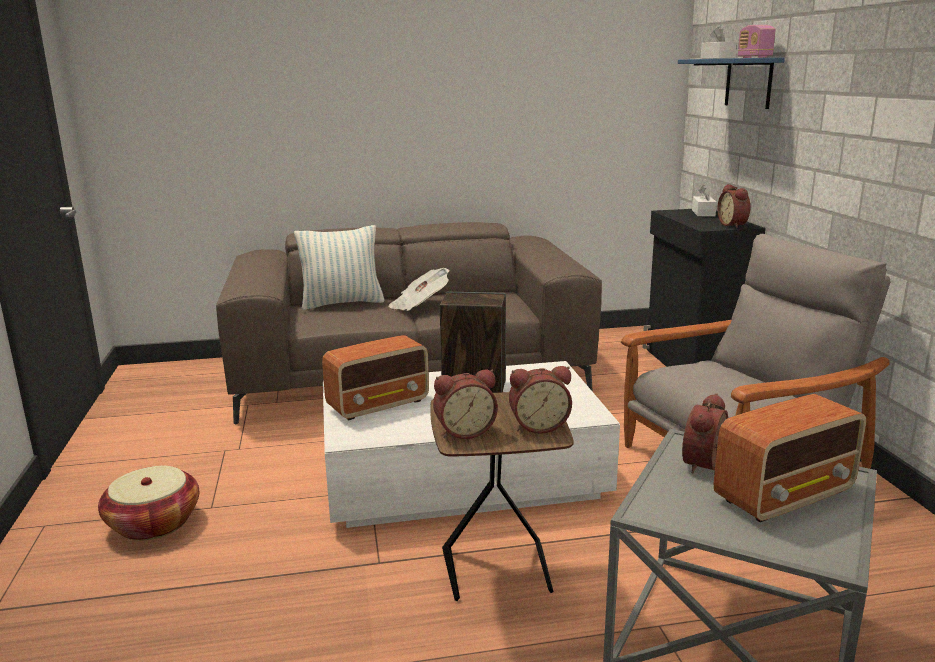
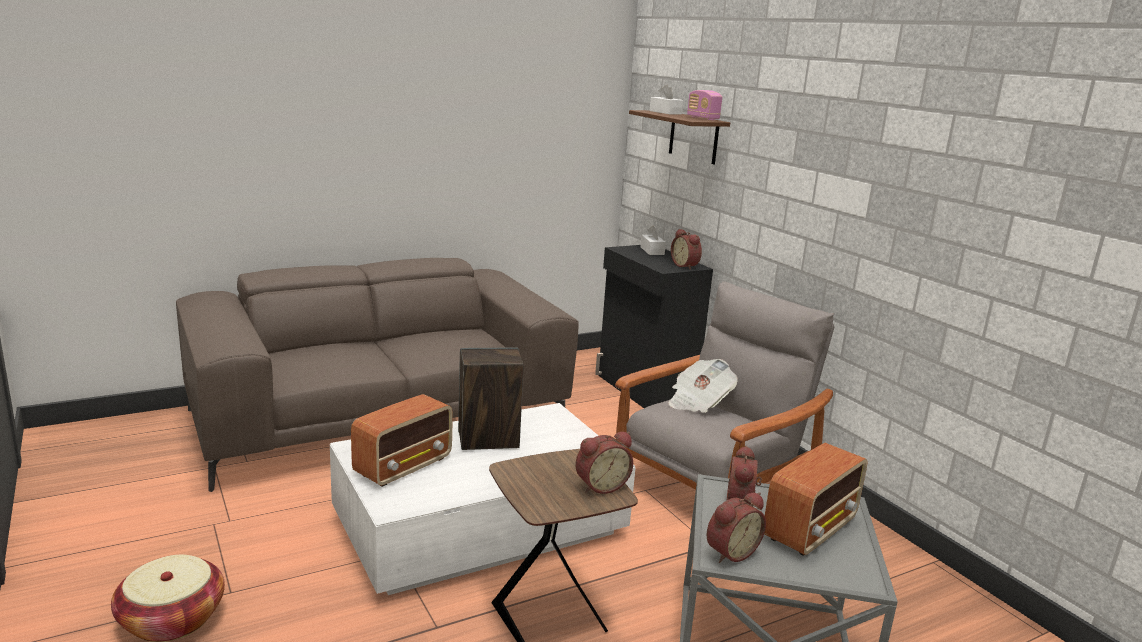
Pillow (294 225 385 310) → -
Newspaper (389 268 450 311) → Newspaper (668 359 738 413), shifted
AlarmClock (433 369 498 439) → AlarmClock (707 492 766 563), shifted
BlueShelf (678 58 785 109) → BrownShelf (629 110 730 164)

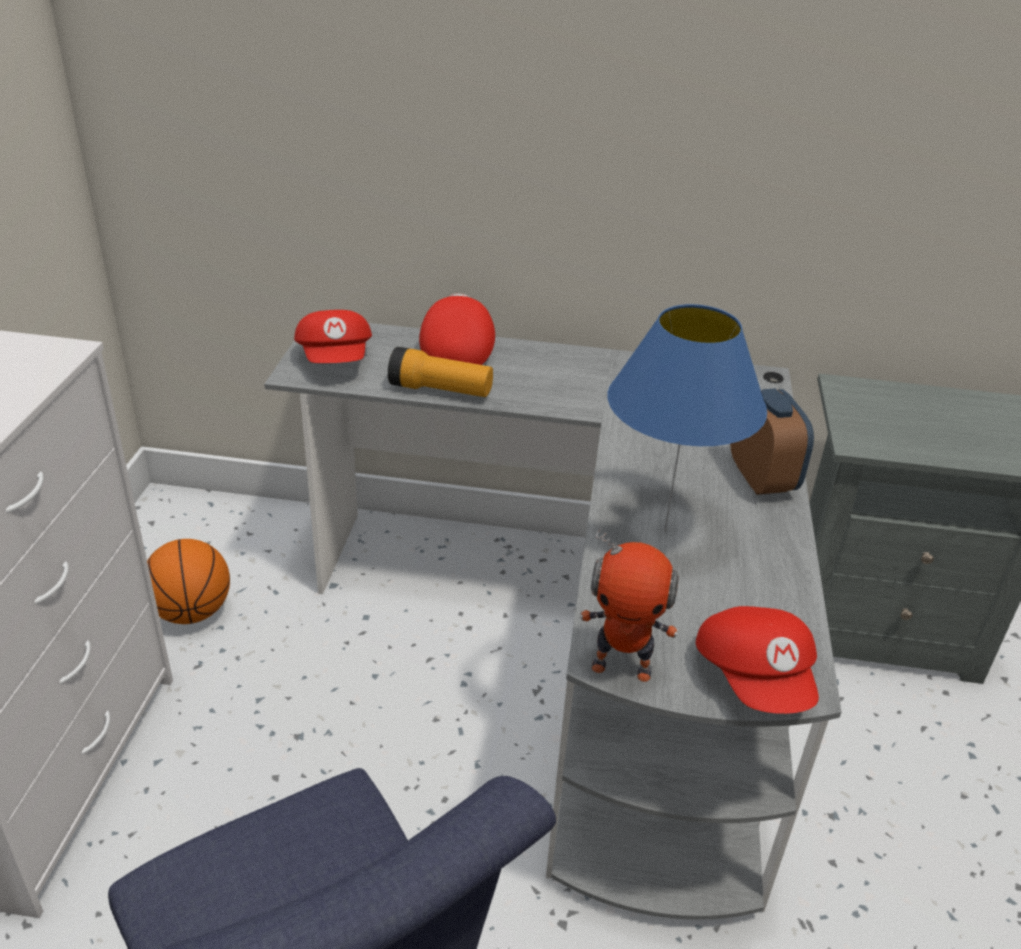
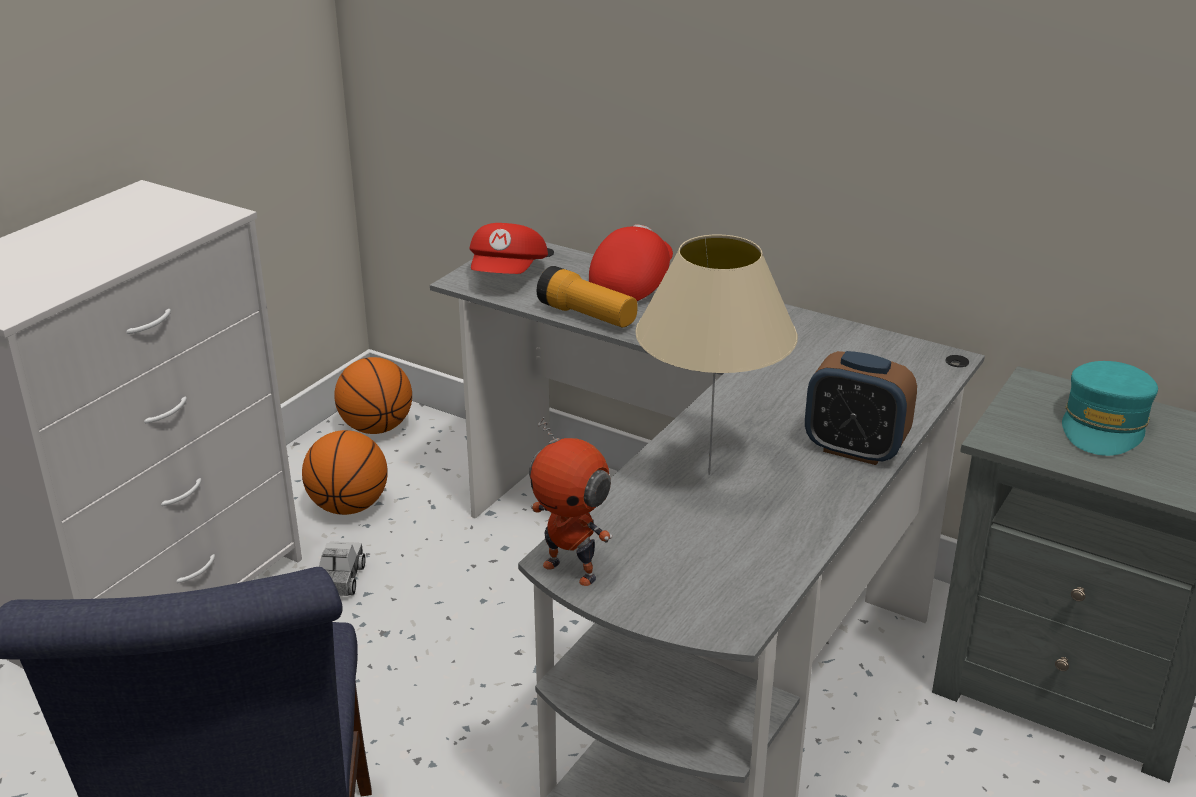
RedBaseballCap (696 606 819 714) → -
- → ToyLorry (319 541 366 596)
- → BasketballBall (334 357 412 434)
- → TurquoiseBaseballCap (1062 361 1158 456)
BlueLampForATable (608 304 767 532) → SandColouredLampForATable (635 234 798 475)
AlarmClock (730 389 814 495) → AlarmClock (805 351 917 465), 105 degrees clockwise

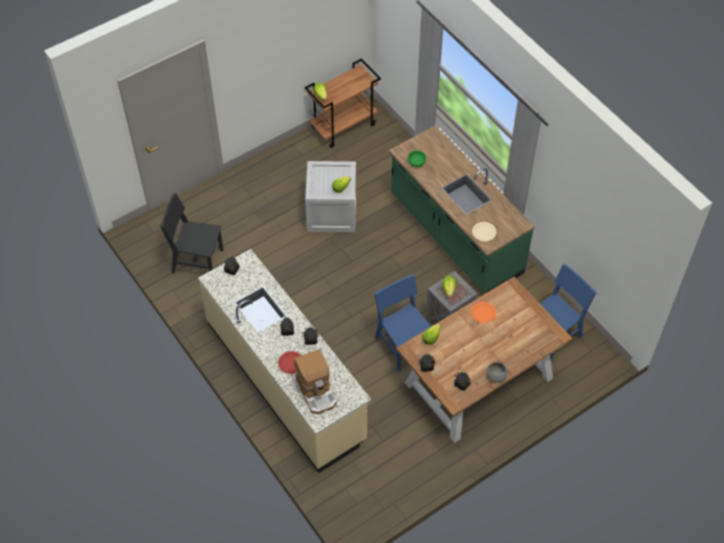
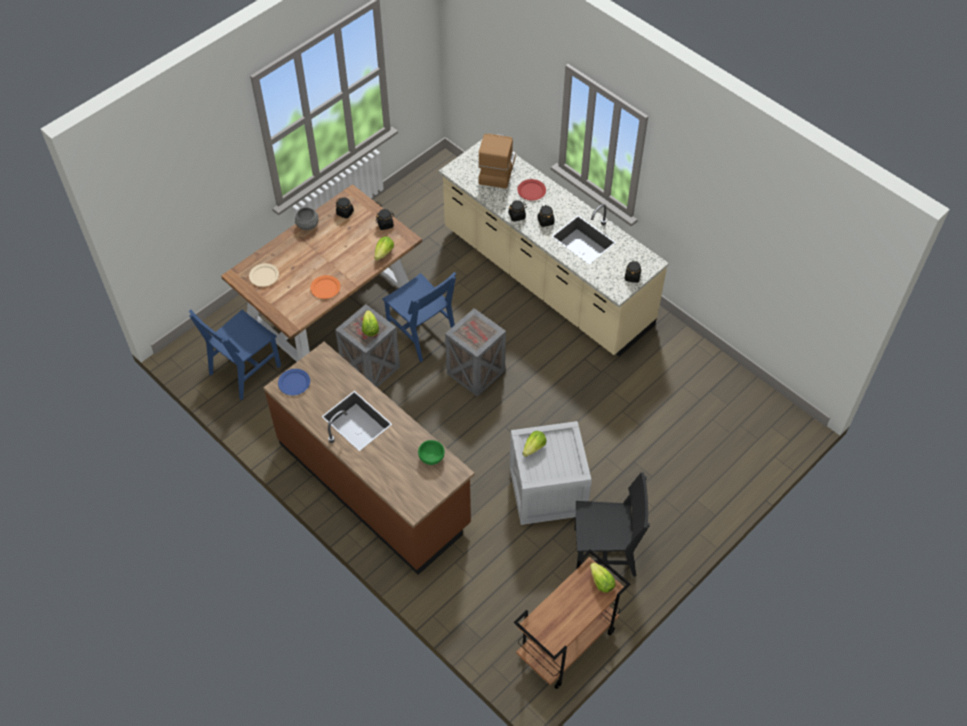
- → BlueDinnerPlate (278 369 310 395)
- → Crate (445 308 506 397)
BlackishUprightChair (160 193 223 273) → BlackishUprightChair (574 472 650 576), shifted
SandColouredDinnerPlate (472 222 496 241) → SandColouredDinnerPlate (249 263 279 287), shifted
GreenKitchenCounter (389 125 535 293) → BrownKitchenCounter (263 342 475 575)
CoffeeMachine (294 349 337 414) → CoffeeMachine (478 134 516 189), 45 degrees clockwise

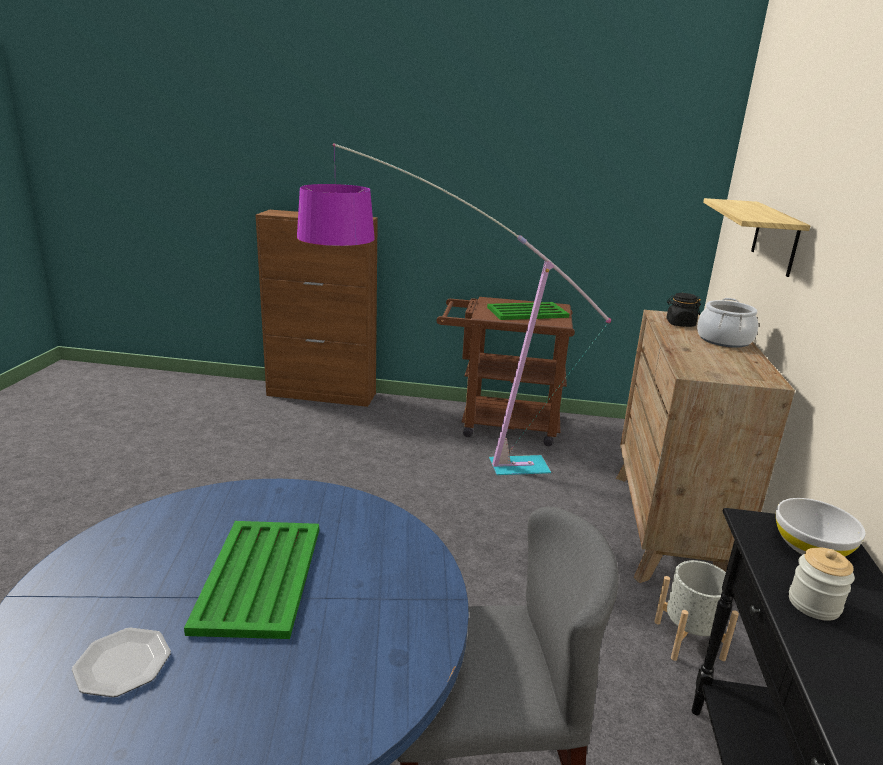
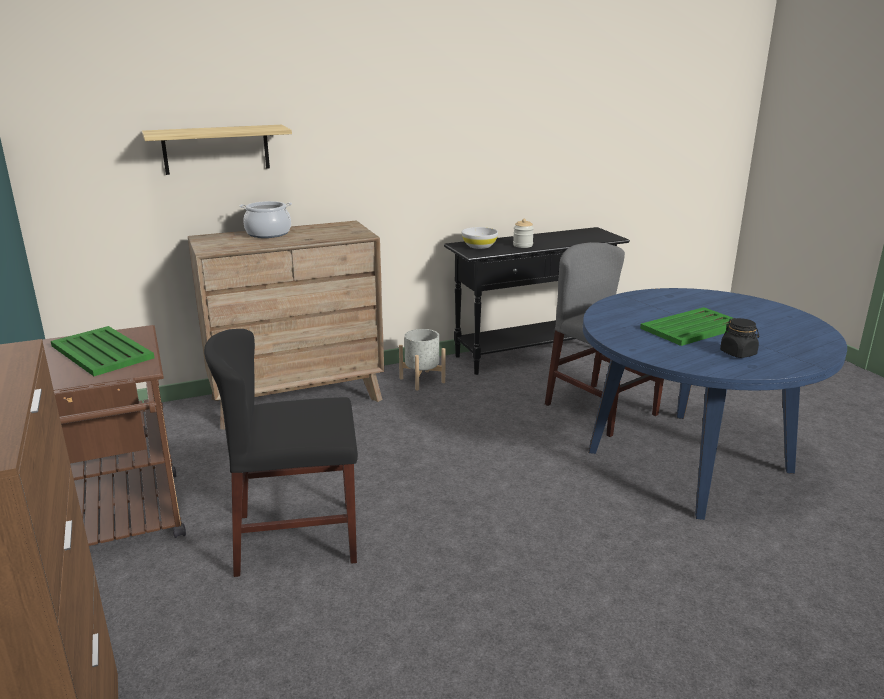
DinnerPlate (72 627 171 697) → -
BlackishStorageJar (666 293 701 327) → BlackishStorageJar (720 318 759 358), shifted
StandardLamp (297 143 611 475) → BlackishUprightChair (204 329 358 577)

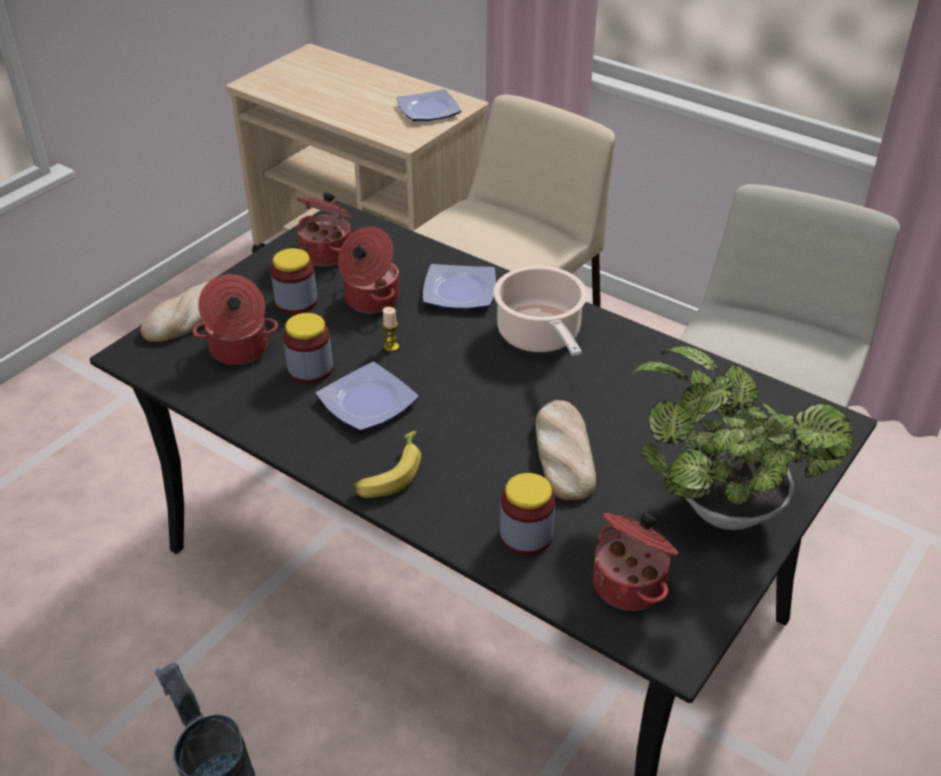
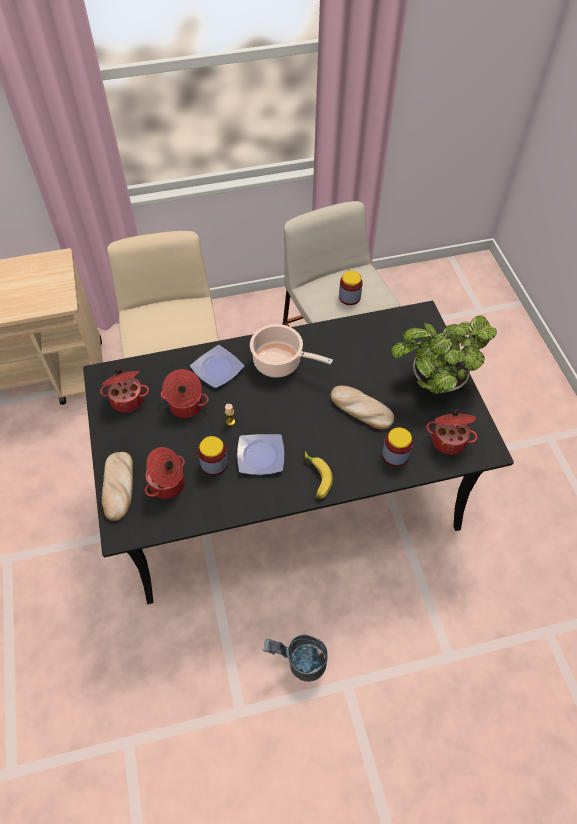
DinnerPlate (397 89 462 121) → -
StorageJar (271 248 317 314) → StorageJar (339 271 363 305), shifted

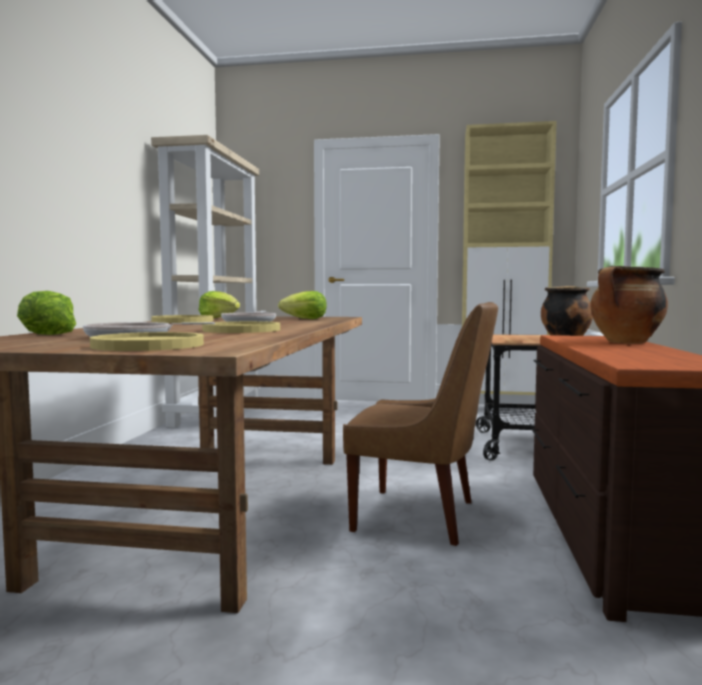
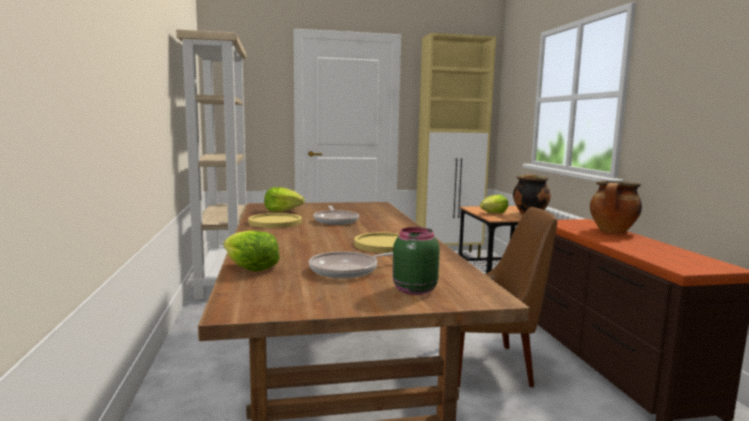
HeadOfLettuce (278 291 326 319) → HeadOfLettuce (480 194 508 213), shifted
YellowColouredDinnerPlate (90 332 204 351) → GreenStorageJar (392 227 440 295)

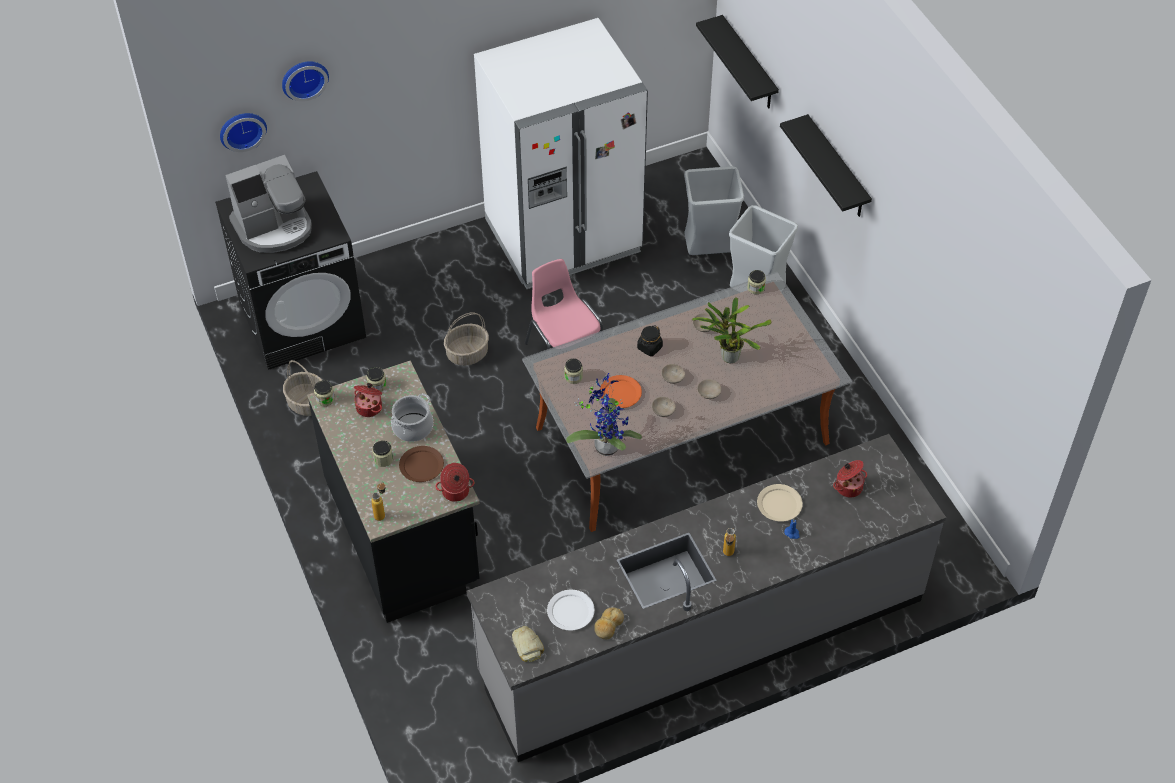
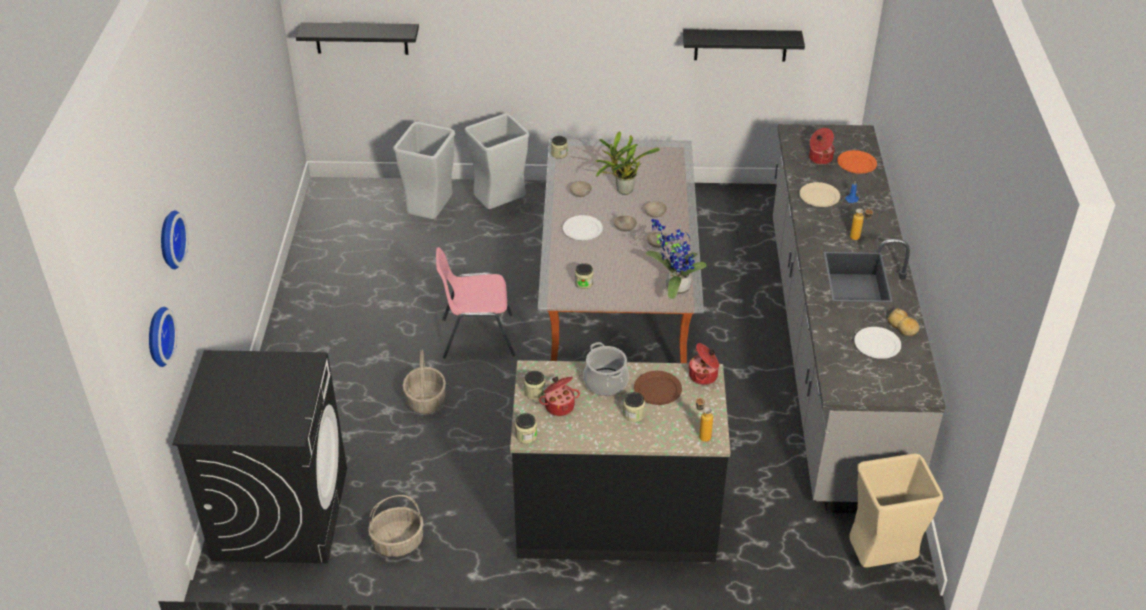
CoffeeMachine (225 155 312 253) → -
WhiteRefrigerator (474 18 648 289) → -
Bread (512 626 544 662) → -
- → SandColouredTrashCan (850 453 943 568)
OrangeDinnerPlate (600 375 642 408) → OrangeDinnerPlate (837 150 877 174), shifted
BlackishShelf (780 114 872 217) → BlackishShelf (683 29 805 61), shifted
BlackishStorageJar (637 325 663 356) → WhiteDinnerPlate (563 215 603 240)

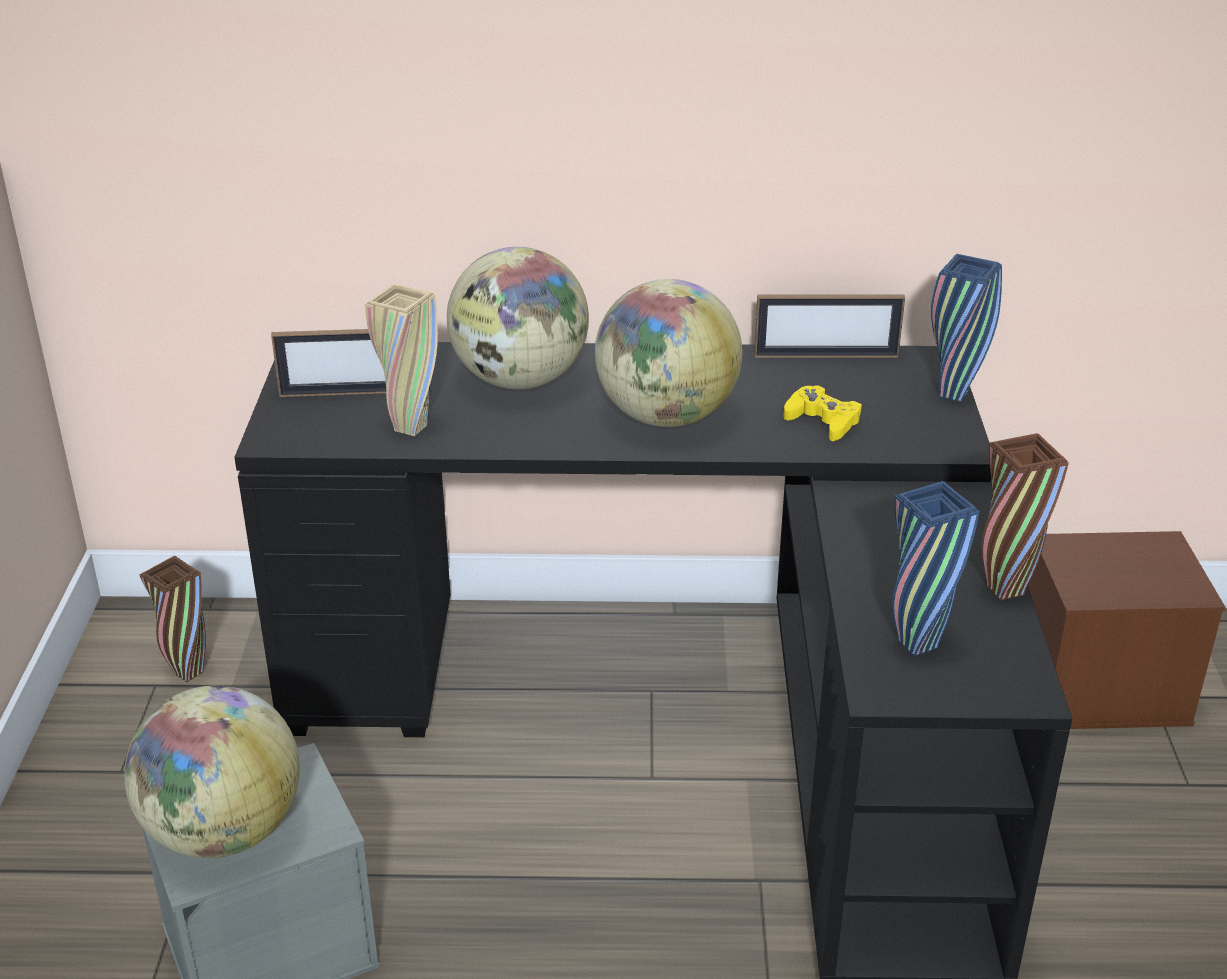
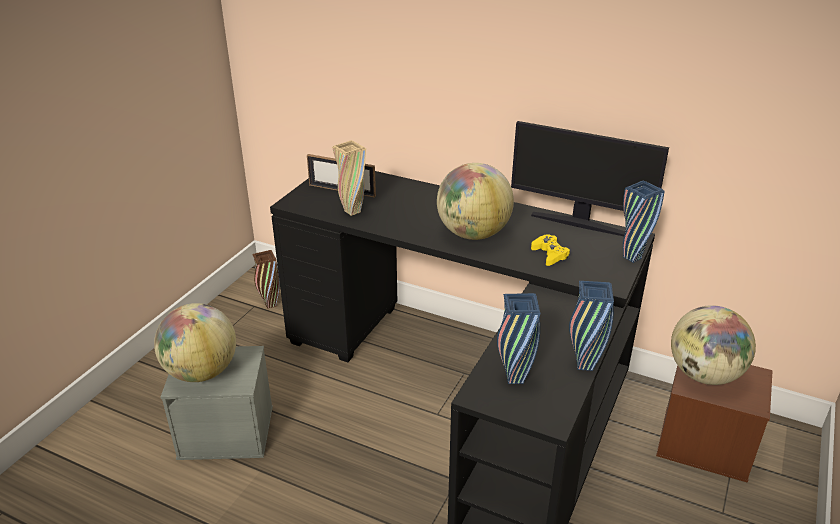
Globe (447 247 589 389) → Globe (671 305 756 385), shifted
StandingFrame (754 295 905 358) → ComputerDisplay (511 121 669 236)
BrownFlowerVase (981 433 1069 601) → BlueFlowerVase (569 281 614 371)

